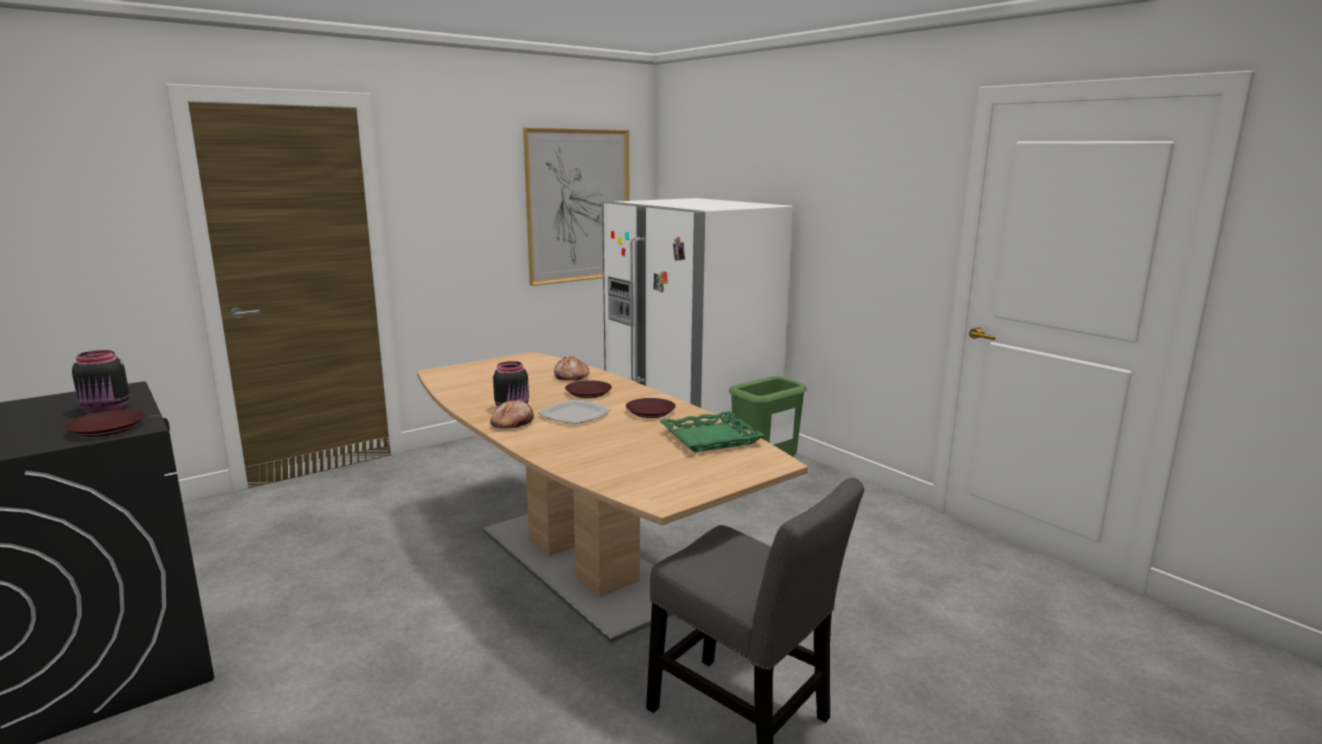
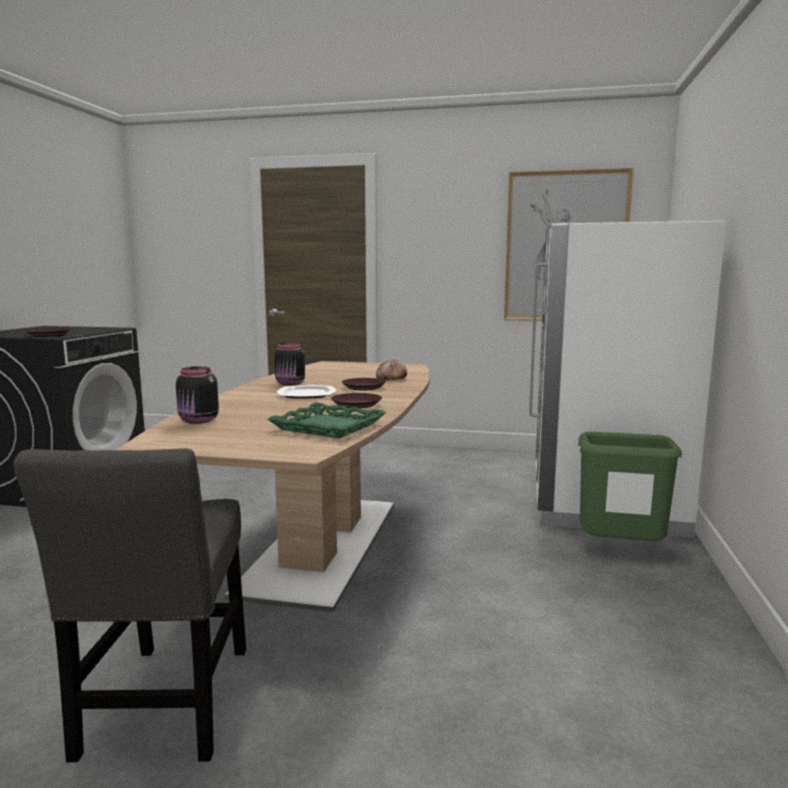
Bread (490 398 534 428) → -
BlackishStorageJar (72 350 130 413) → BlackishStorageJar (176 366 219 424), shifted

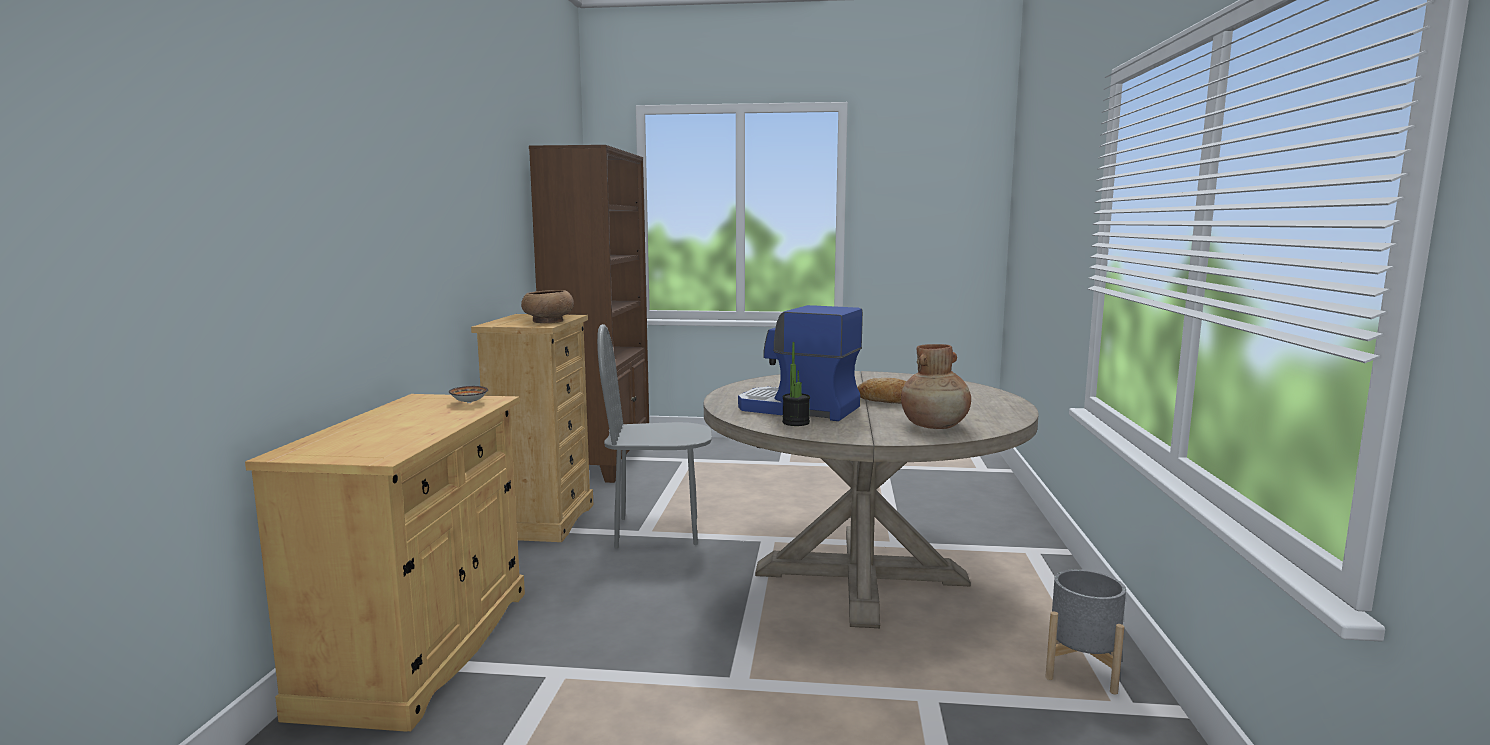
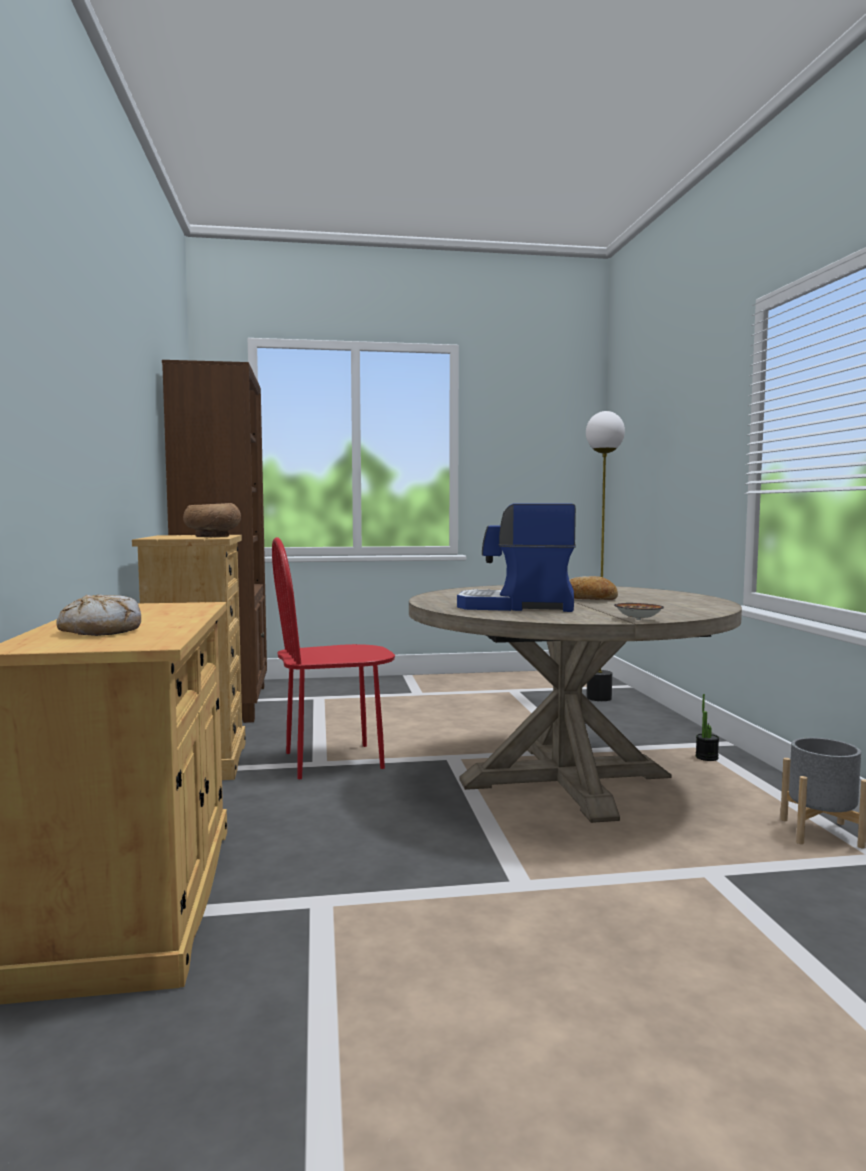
BrownFlowerVase (901 344 971 429) → -
- → Bread (56 595 141 636)
- → StandardLamp (586 411 625 701)
ServingBowl (449 386 488 403) → ServingBowl (614 603 664 620), shifted
PlantInAPot (782 342 810 426) → PlantInAPot (696 694 719 761), shifted
GreyishUprightChair (597 324 712 548) → RedUprightChair (272 537 395 779)

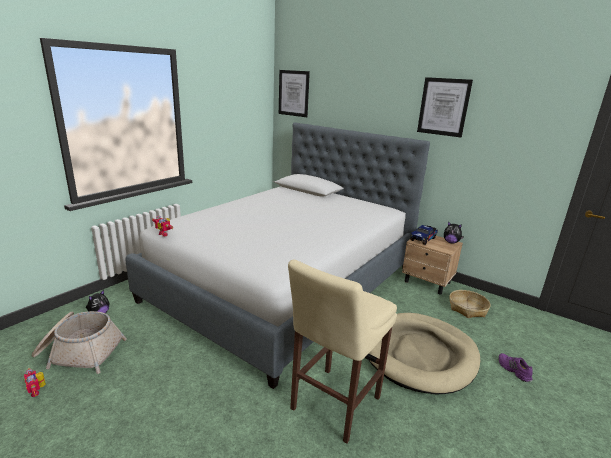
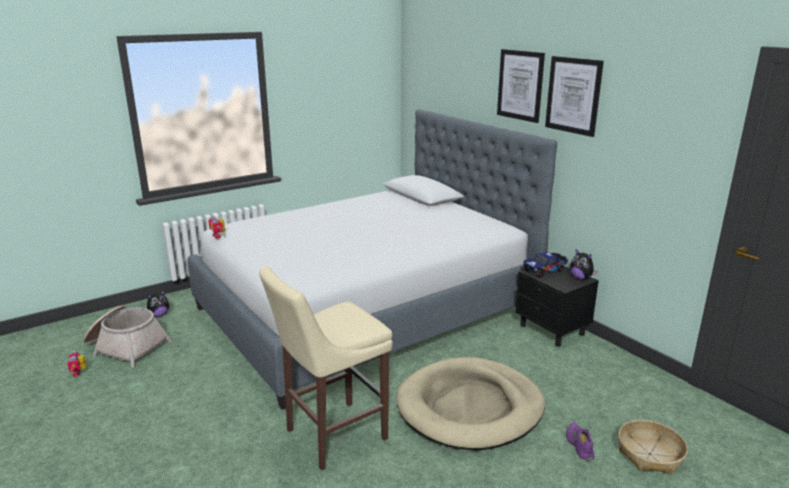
WallPicture (279 70 310 117) → WallPicture (497 49 545 123), shifted
Basket (449 290 491 318) → Basket (618 419 688 474), shifted
SandColouredNightstand (402 236 463 294) → BlackishNightstand (515 265 599 347)

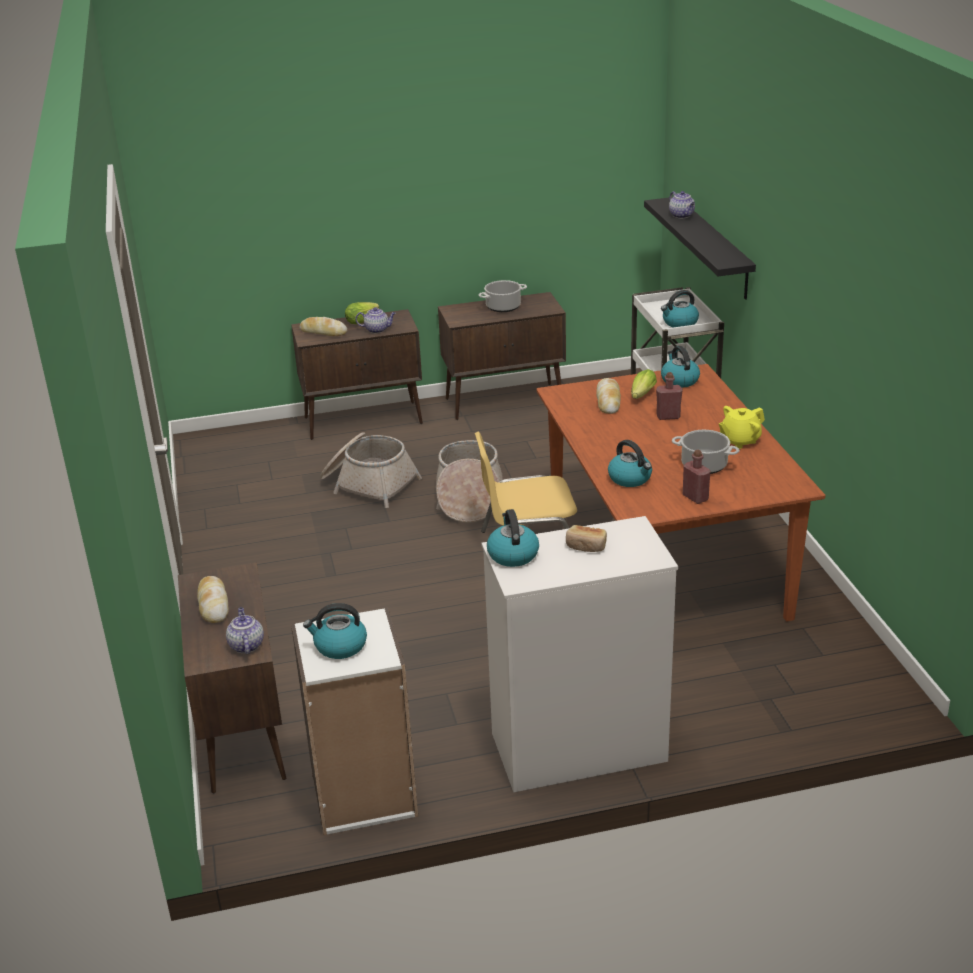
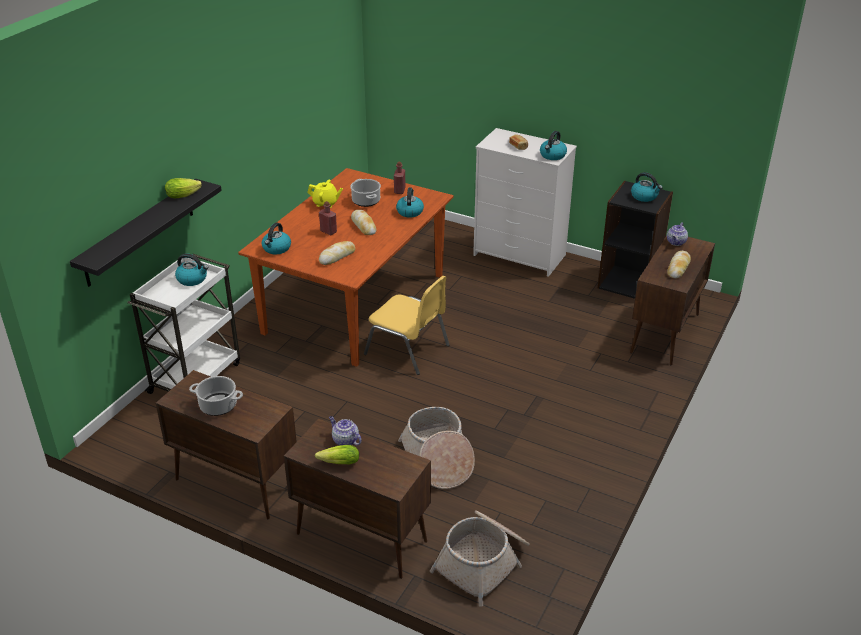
TeaPot (669 191 695 218) → -
Bread (299 317 347 336) → Bread (351 210 376 235), shifted
Basket (436 440 503 523) → Basket (430 510 530 607), shifted
HeadOfLettuce (631 369 657 399) → HeadOfLettuce (165 178 202 199), shifted
WhiteBookshelf (291 608 418 835) → BlackishBookshelf (598 181 673 299)

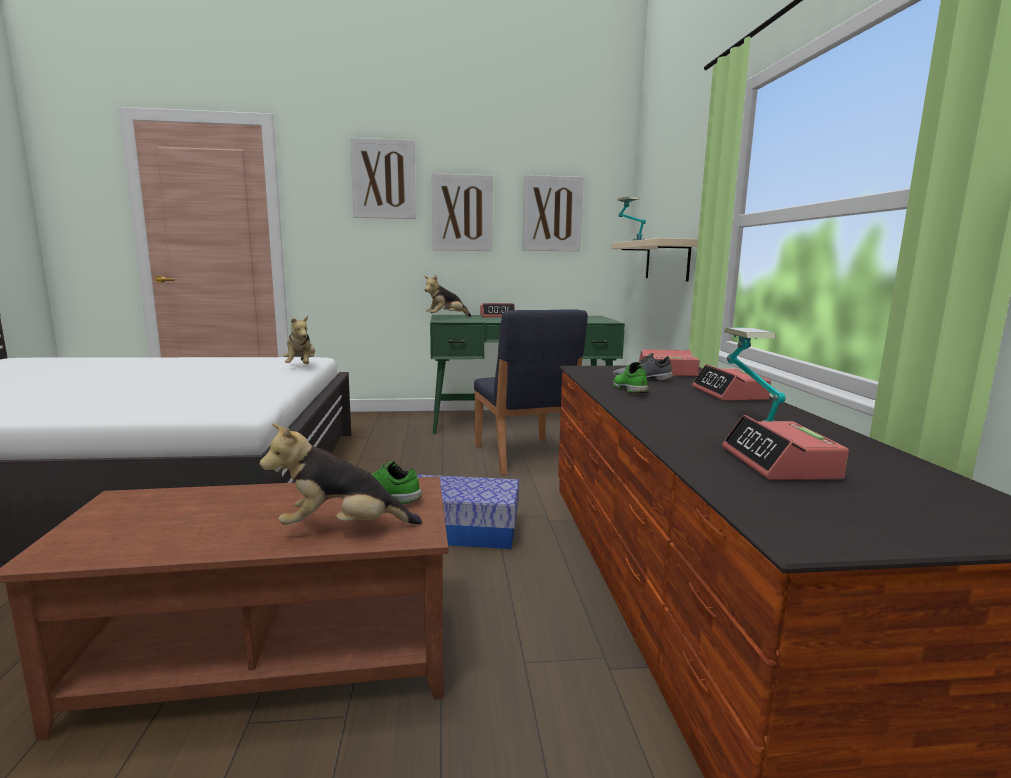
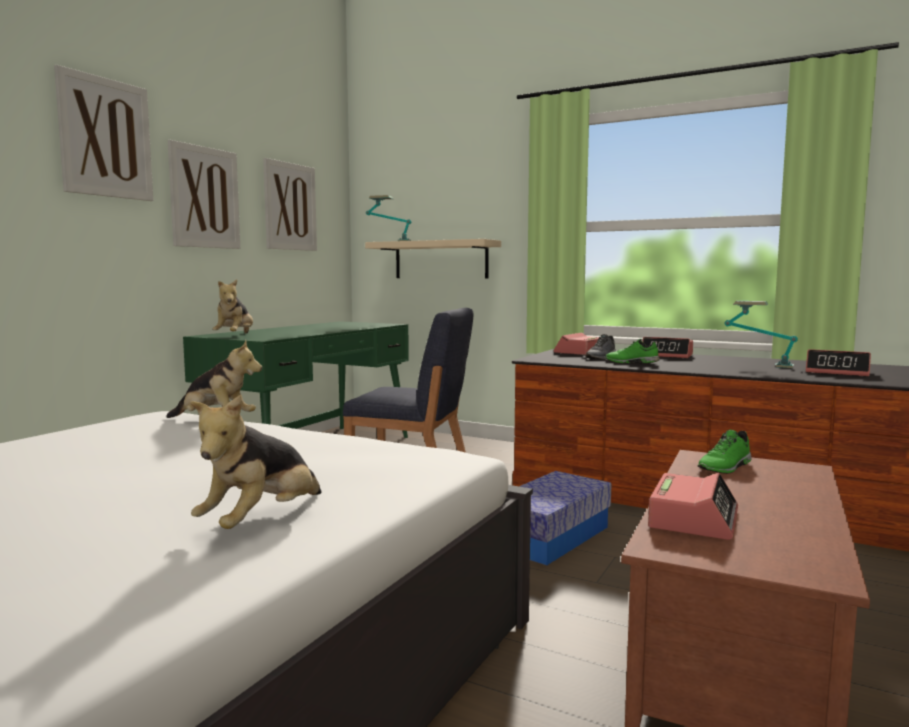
SoftToy (260 423 422 525) → SoftToy (190 395 321 529), shifted
AlarmClock (480 303 515 317) → AlarmClock (648 473 738 540), shifted

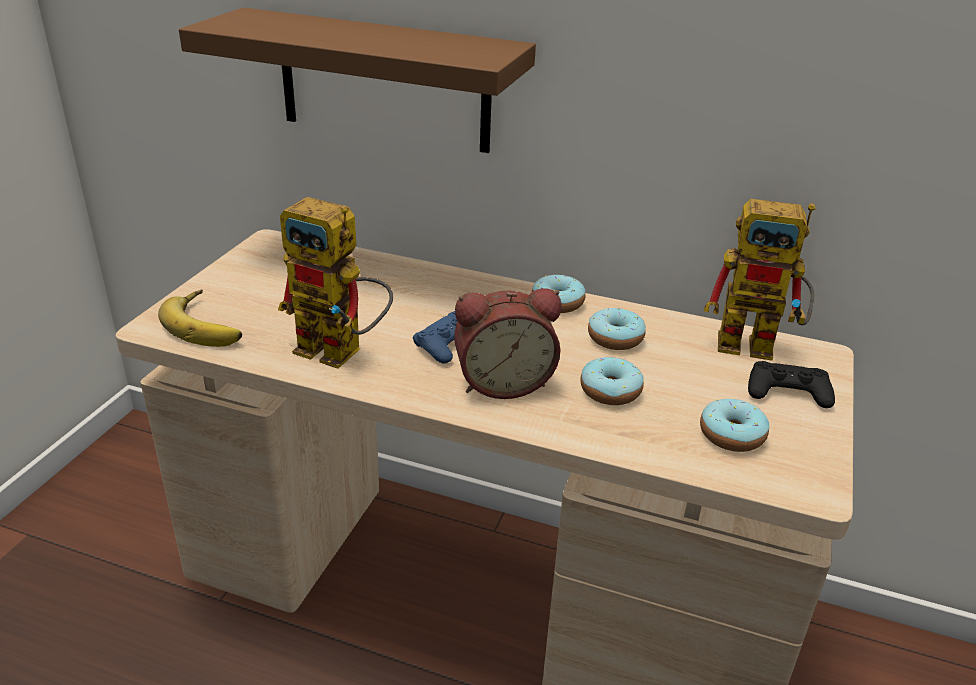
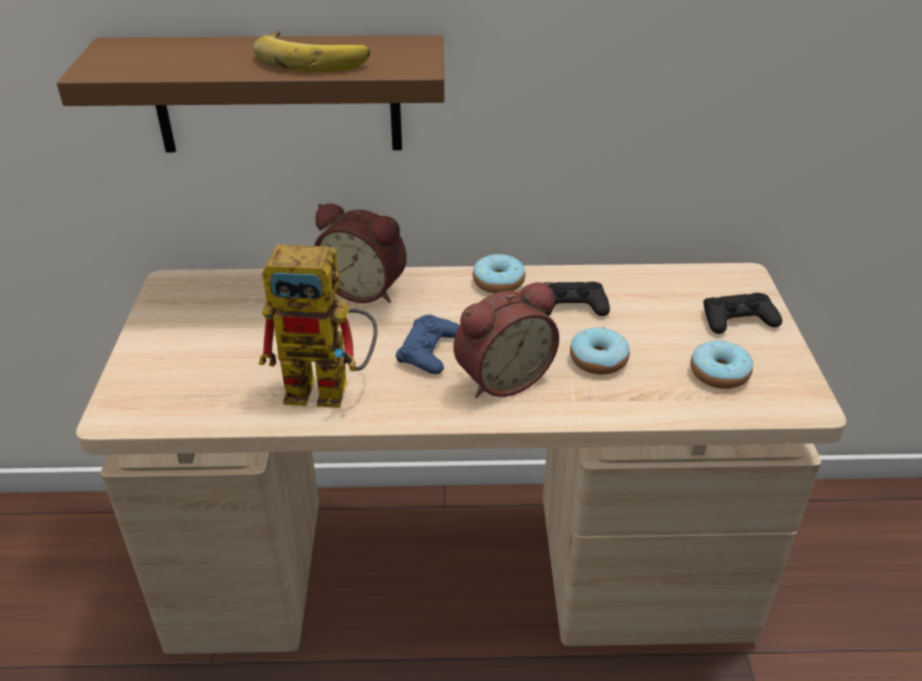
ModelRobot (704 199 815 360) → -
- → AlarmClock (314 203 407 303)
BananaFruit (158 290 242 347) → BananaFruit (253 30 370 72), shifted
RingDoughnut (588 308 646 350) → BlackishGamepad (541 282 610 316)

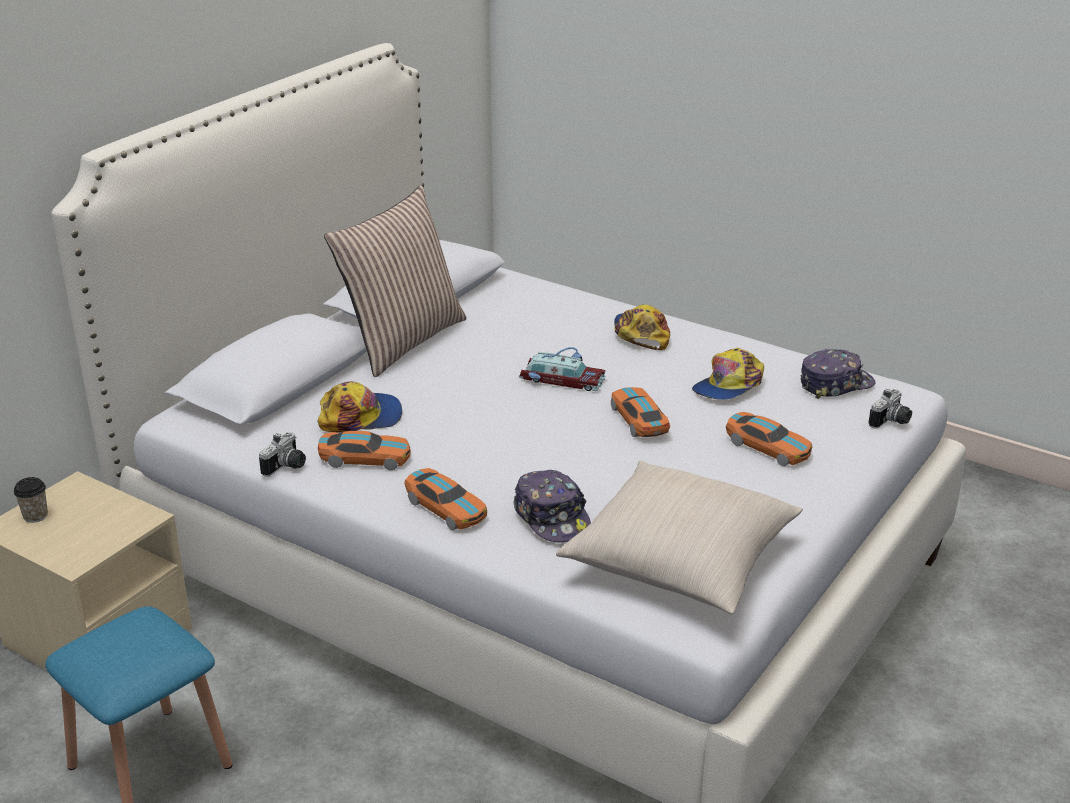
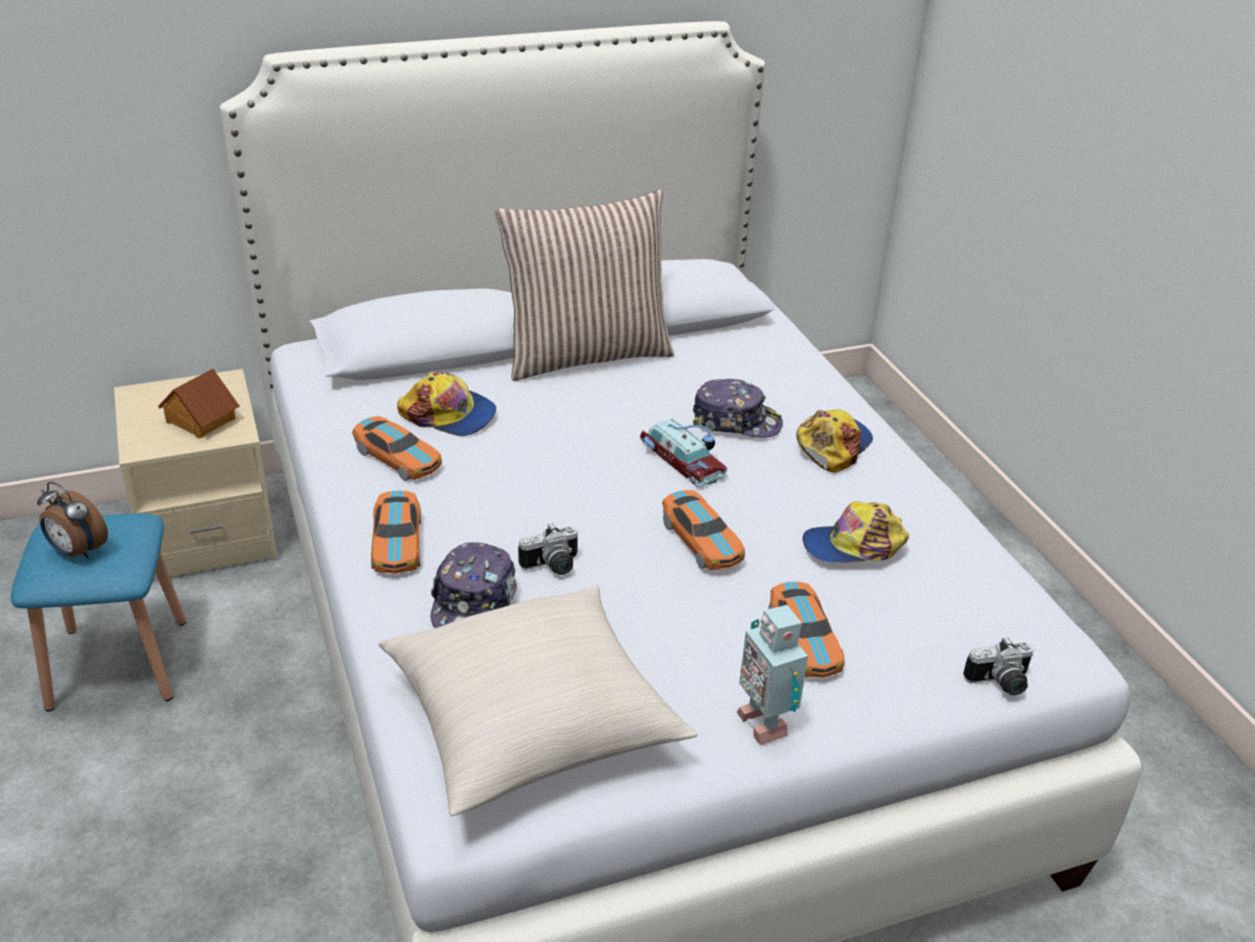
Cup (14 477 48 523) → -
- → AlarmClock (37 482 108 559)
- → MiniatureHouse (158 368 239 439)
- → ModelRobot (737 605 808 745)
PhotoCamera (259 432 306 477) → PhotoCamera (518 523 578 575), shifted
BaseballCap (801 349 875 399) → BaseballCap (693 379 783 438), shifted
MiniatureCar (611 387 670 437) → MiniatureCar (662 490 745 570), 135 degrees clockwise

